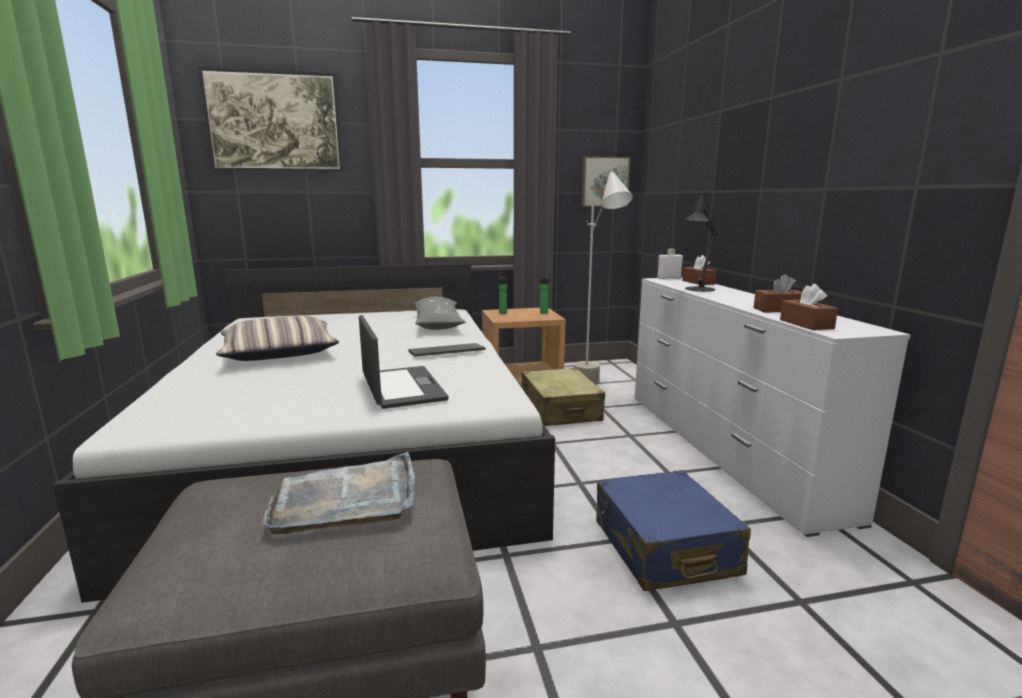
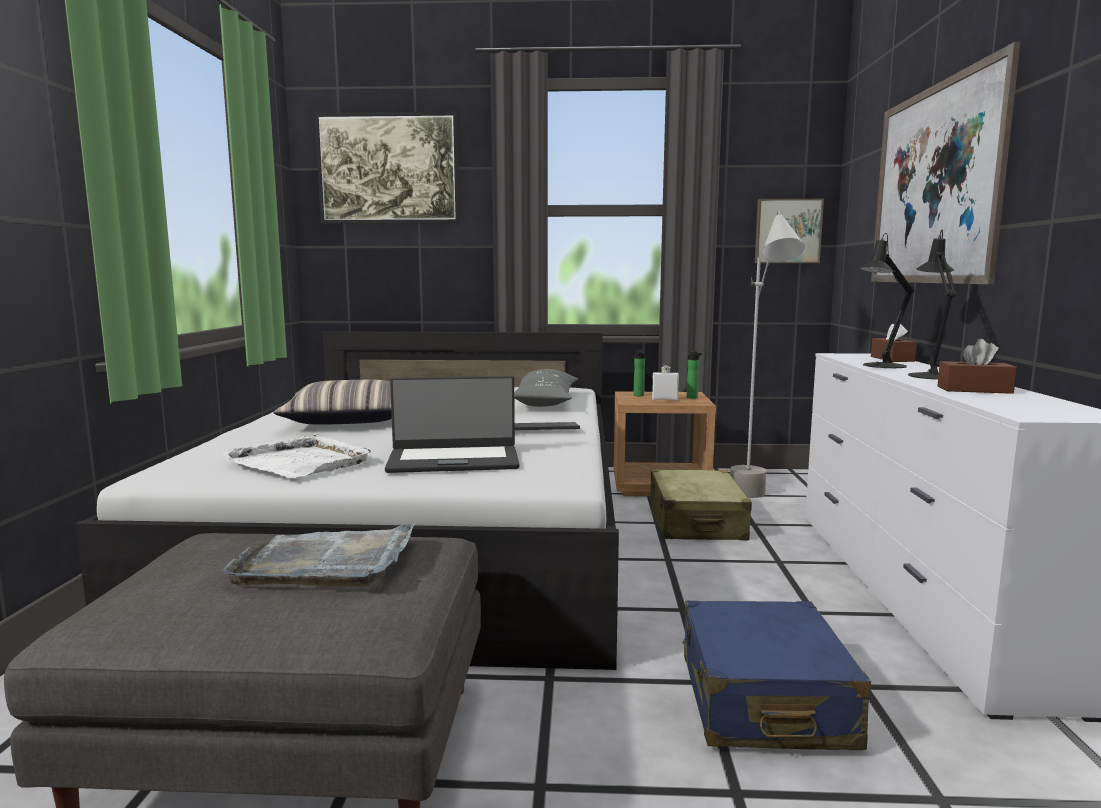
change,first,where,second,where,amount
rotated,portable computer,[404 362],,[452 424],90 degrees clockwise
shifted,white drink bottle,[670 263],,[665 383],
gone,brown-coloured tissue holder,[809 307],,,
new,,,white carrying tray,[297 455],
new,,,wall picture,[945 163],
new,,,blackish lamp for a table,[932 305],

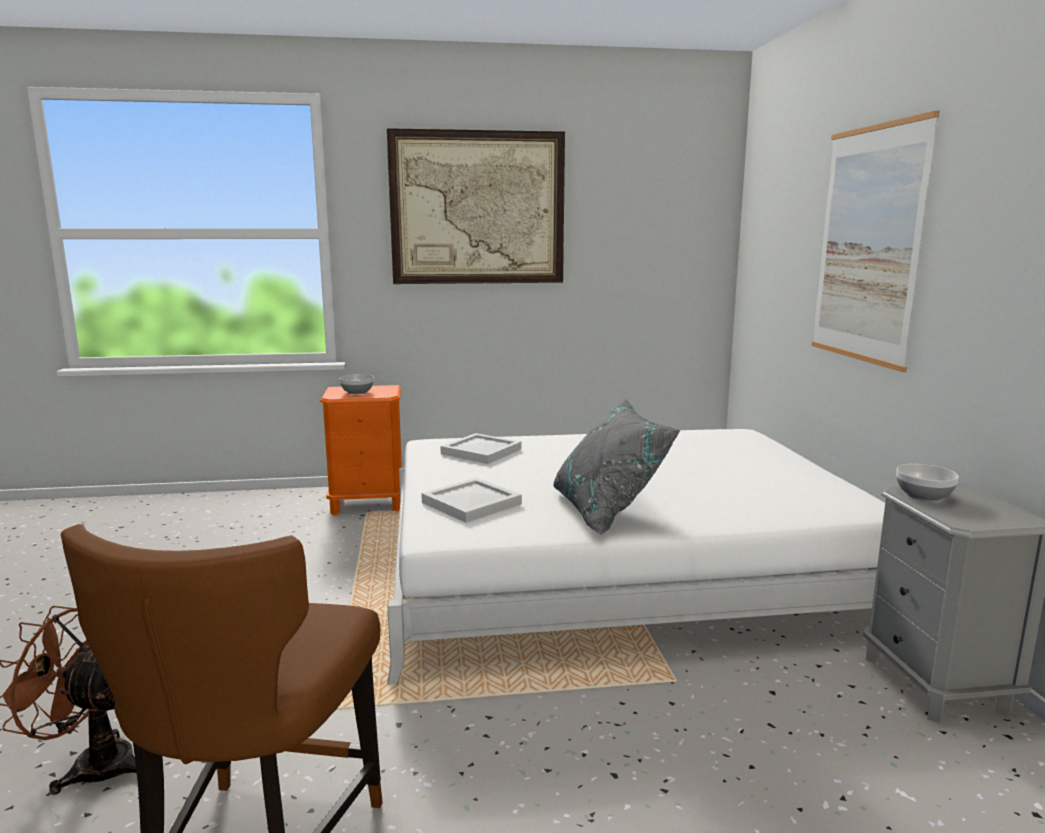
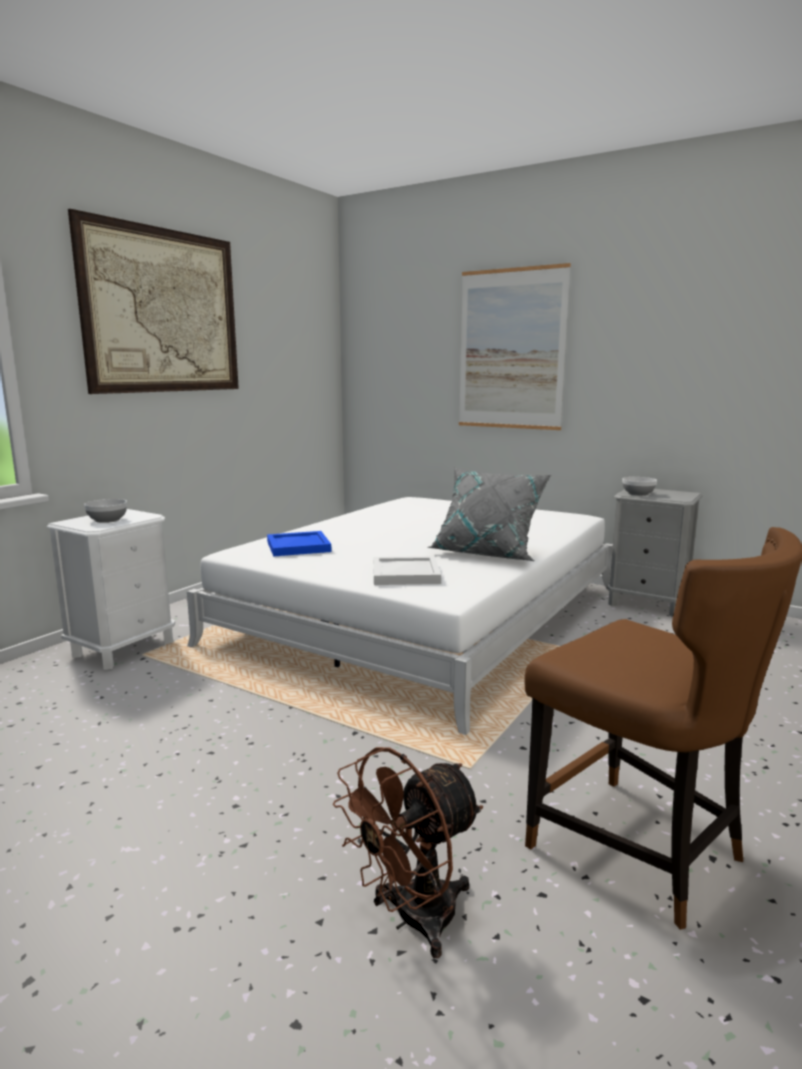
change,first,where,second,where,amount
repainted,orange-coloured night table,[361 450],white night table,[111 589],
repainted,white carrying tray,[481 448],blue carrying tray,[299 544],

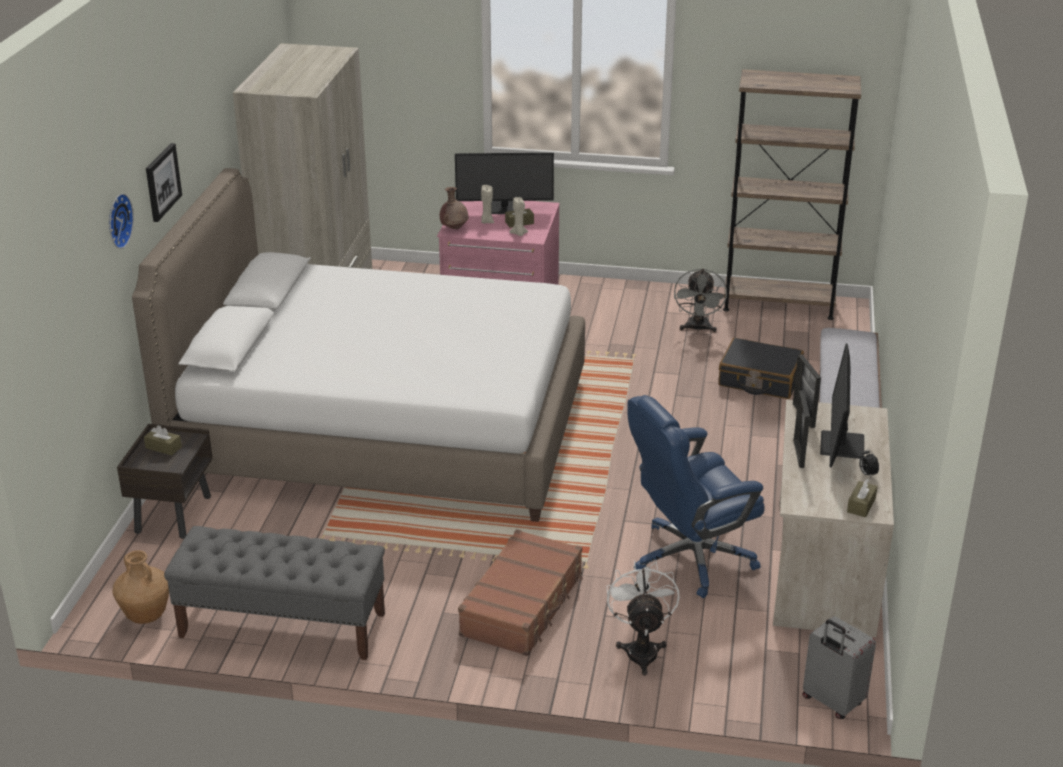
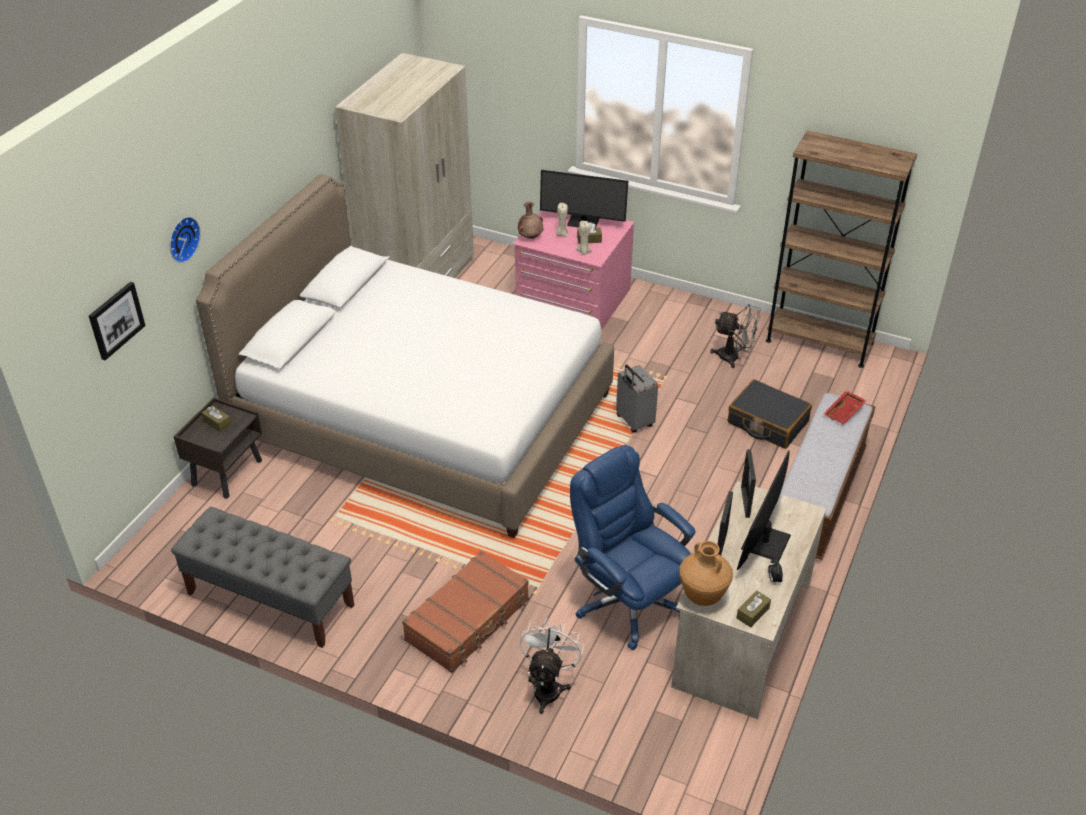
change,first,where,second,where,amount
shifted,brown-coloured flower vase,[140 587],,[706 573],
shifted,wall picture,[164 182],,[117 321],
rotated,blue computer chair,[696 496],,[632 547],60 degrees clockwise
rotated,gray cooling fan,[700 300],,[735 336],90 degrees counterclockwise
shifted,gray suitcase,[839 667],,[637 399],
new,,,red-coloured carrying tray,[845 407],

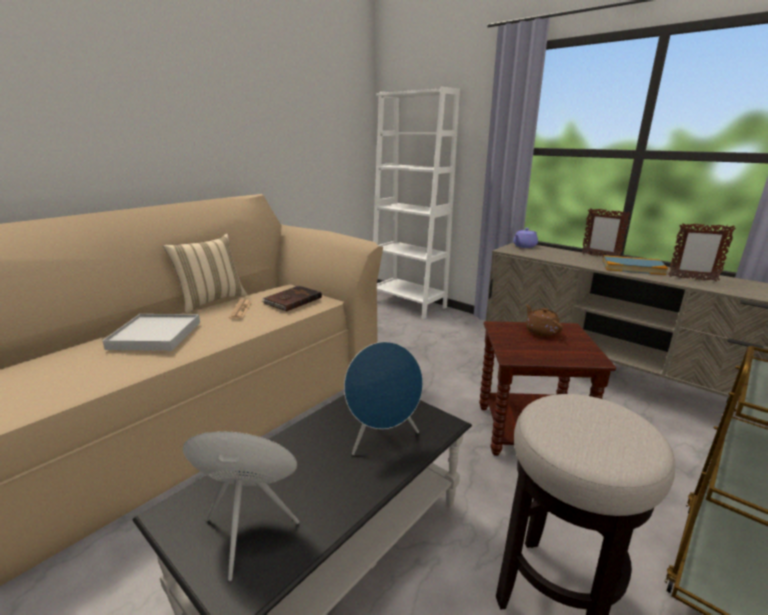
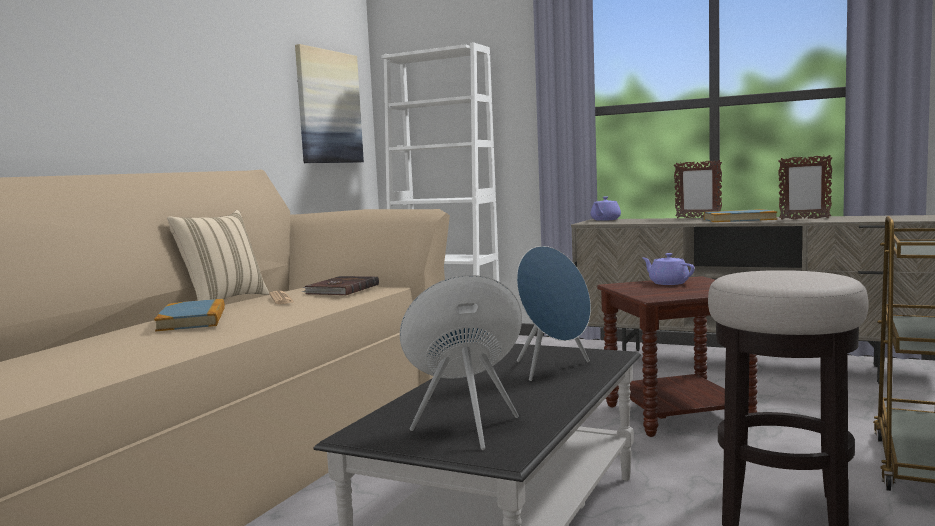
change,first,where,second,where,amount
swapped,white carrying tray,[151 332],book,[189 315],
repainted,brown-coloured teapot,[544 320],purple teapot,[668 269],
new,,,wall picture,[329 103],

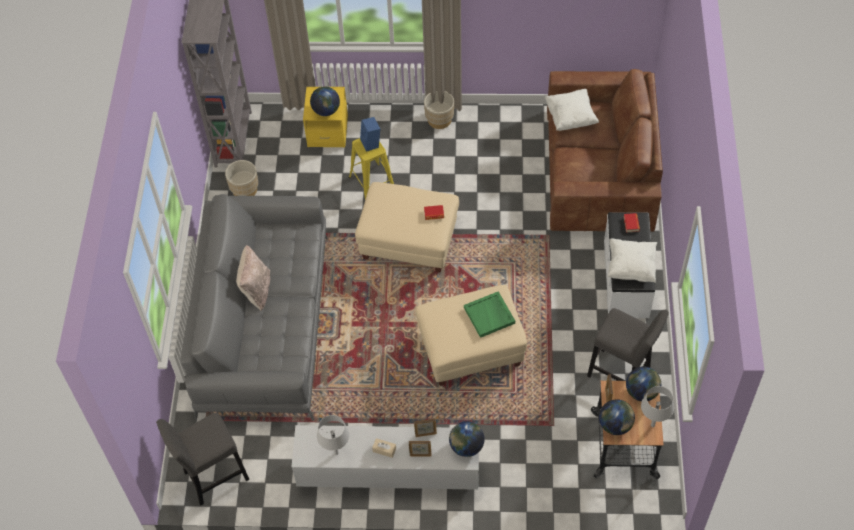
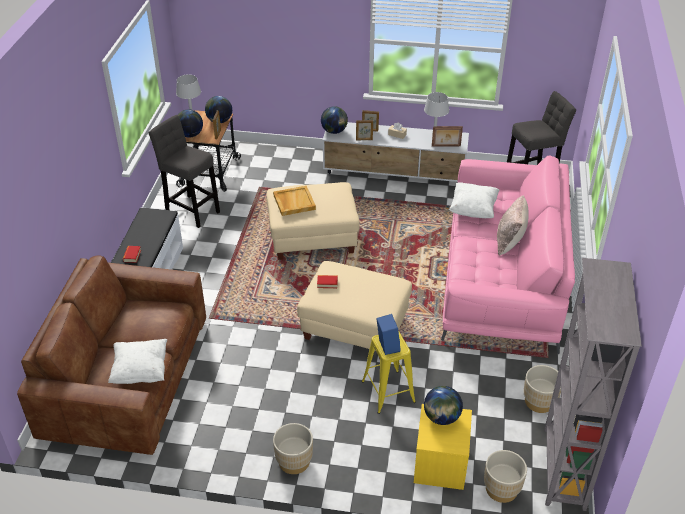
change,first,where,second,where,amount
repainted,gray couch,[254 307],pink couch,[508 255],
repainted,greenish carrying tray,[489 314],beige carrying tray,[294 201],
shifted,white throw pillow,[632 260],,[474 200],
new,,,standing frame,[447 136],
new,,,beige planter,[505 476],

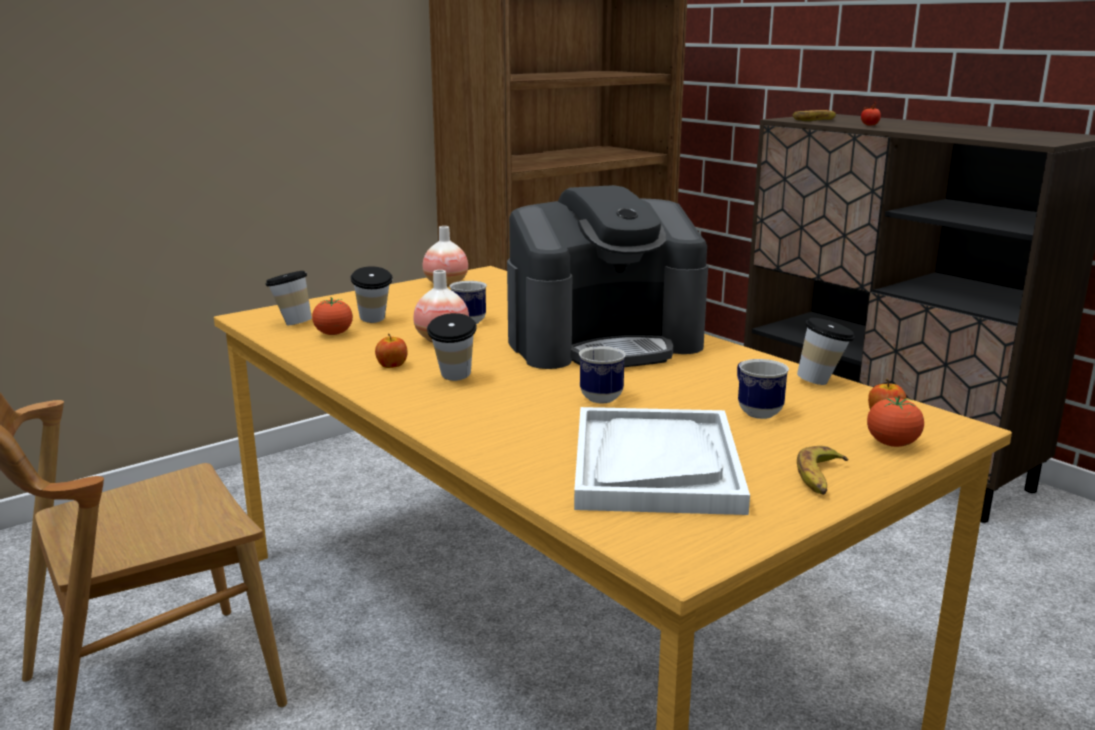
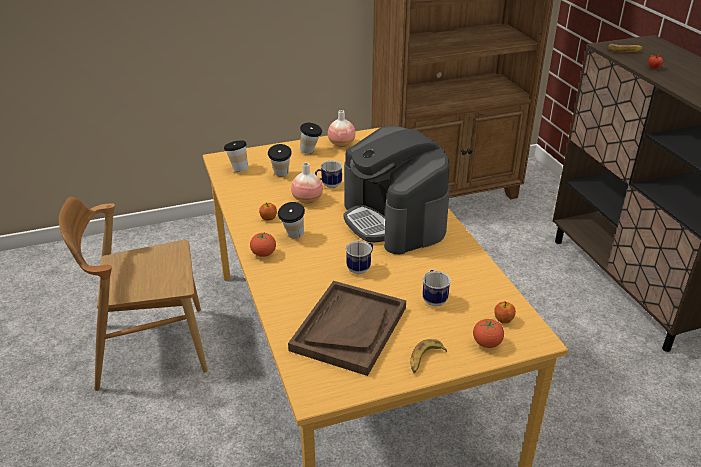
change,first,where,second,where,amount
shifted,whole tomato,[332 316],,[263 244],
rotated,coffee maker,[607 277],,[397 190],60 degrees clockwise
repainted,white carrying tray,[662 461],brown-coloured carrying tray,[347 328],
shifted,cup,[826 351],,[311 138],

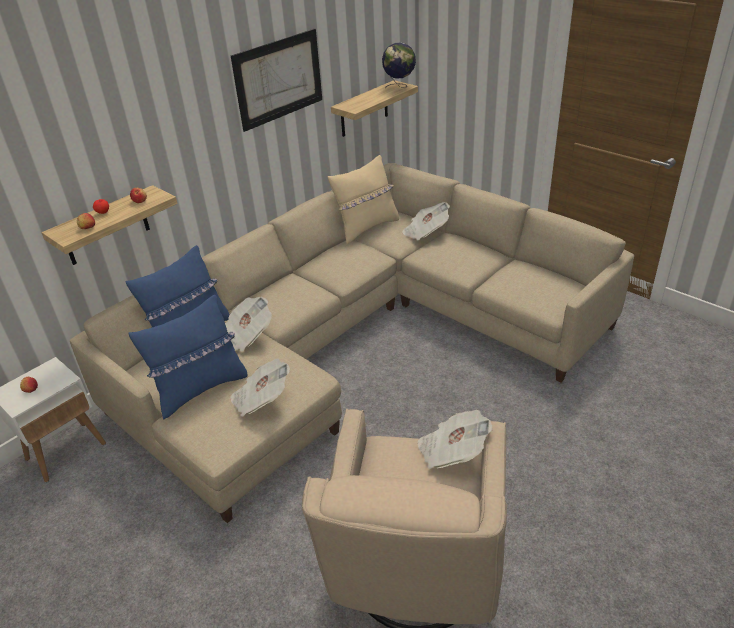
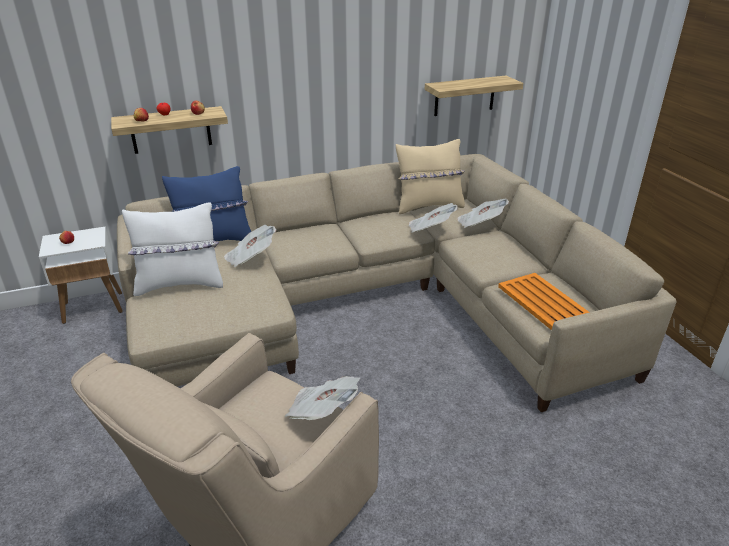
change,first,where,second,where,amount
repainted,blue throw pillow,[188 357],white throw pillow,[172 249],
shifted,newspaper,[260 388],,[433 218],
gone,wall picture,[276 80],,,
gone,globe,[399 65],,,
new,,,orange-coloured carrying tray,[544 301],

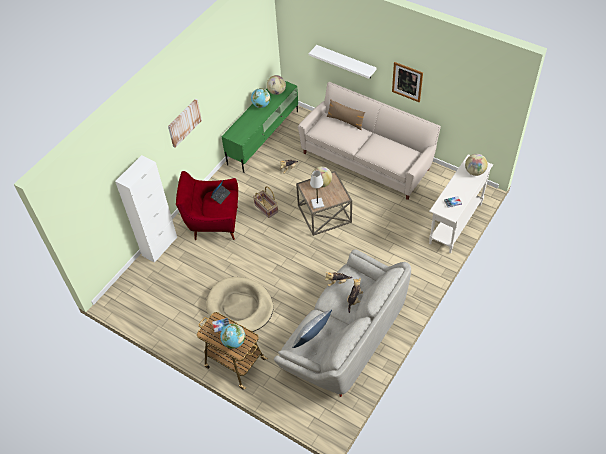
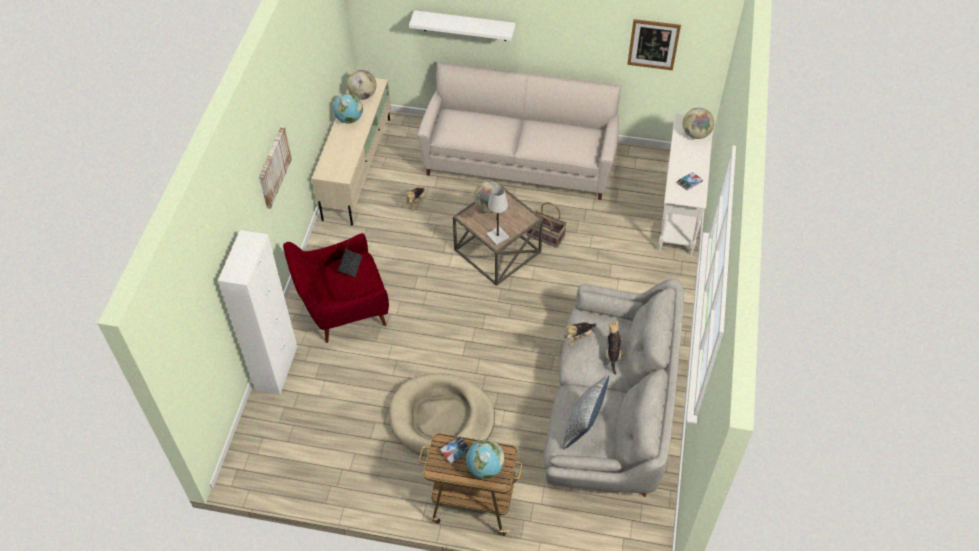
change,first,where,second,where,amount
repainted,greenish media console,[259 127],beige media console,[351 151],
shifted,basket,[265 202],,[547 225],
gone,brown-coloured throw pillow,[346 115],,,
shifted,wall picture,[407 82],,[654 44],

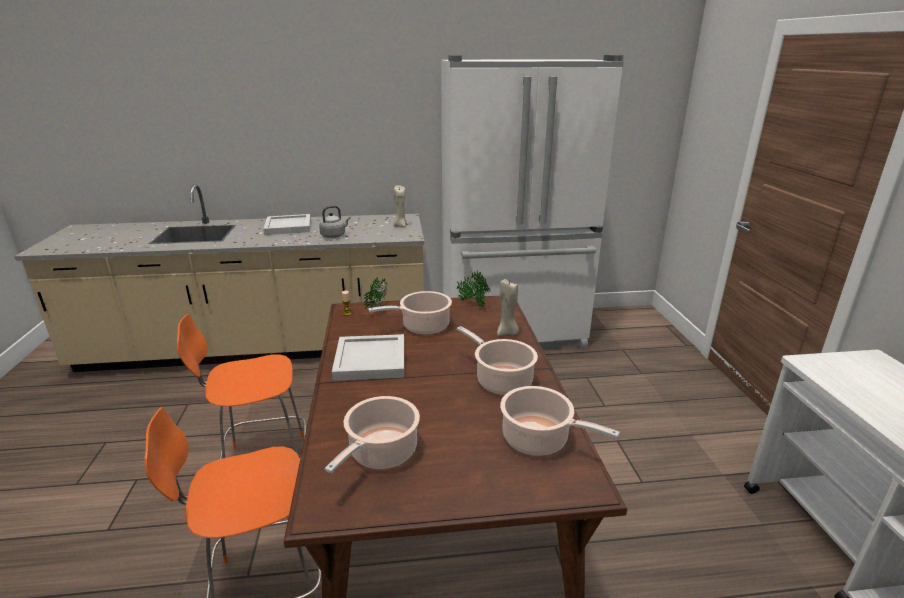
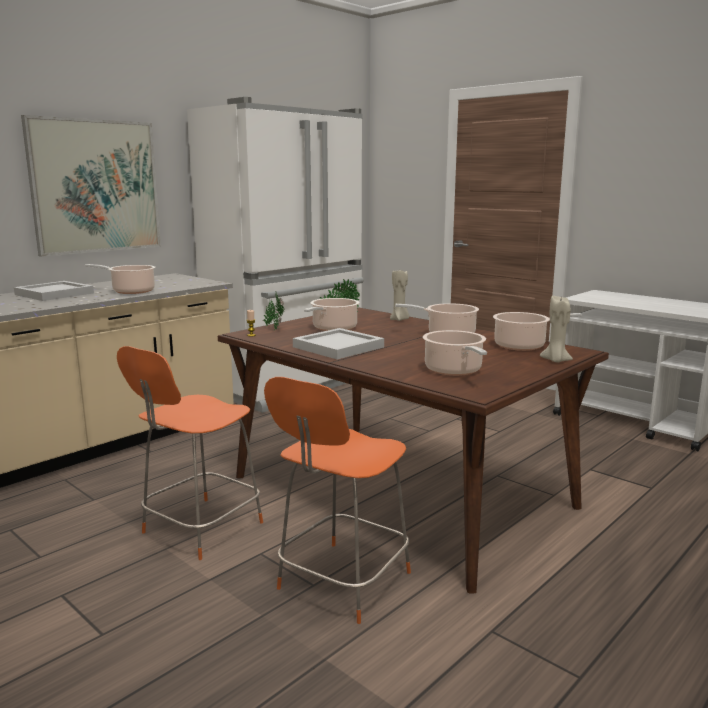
change,first,where,second,where,amount
swapped,gray water kettle,[335 222],cooking pot,[120 279],
shifted,beige candle,[400 206],,[556 329],
new,,,wall picture,[91 186],

